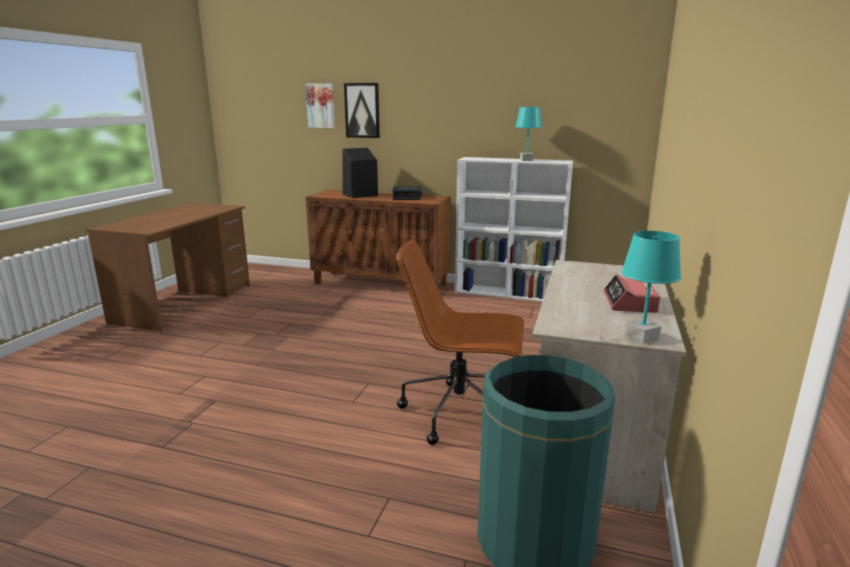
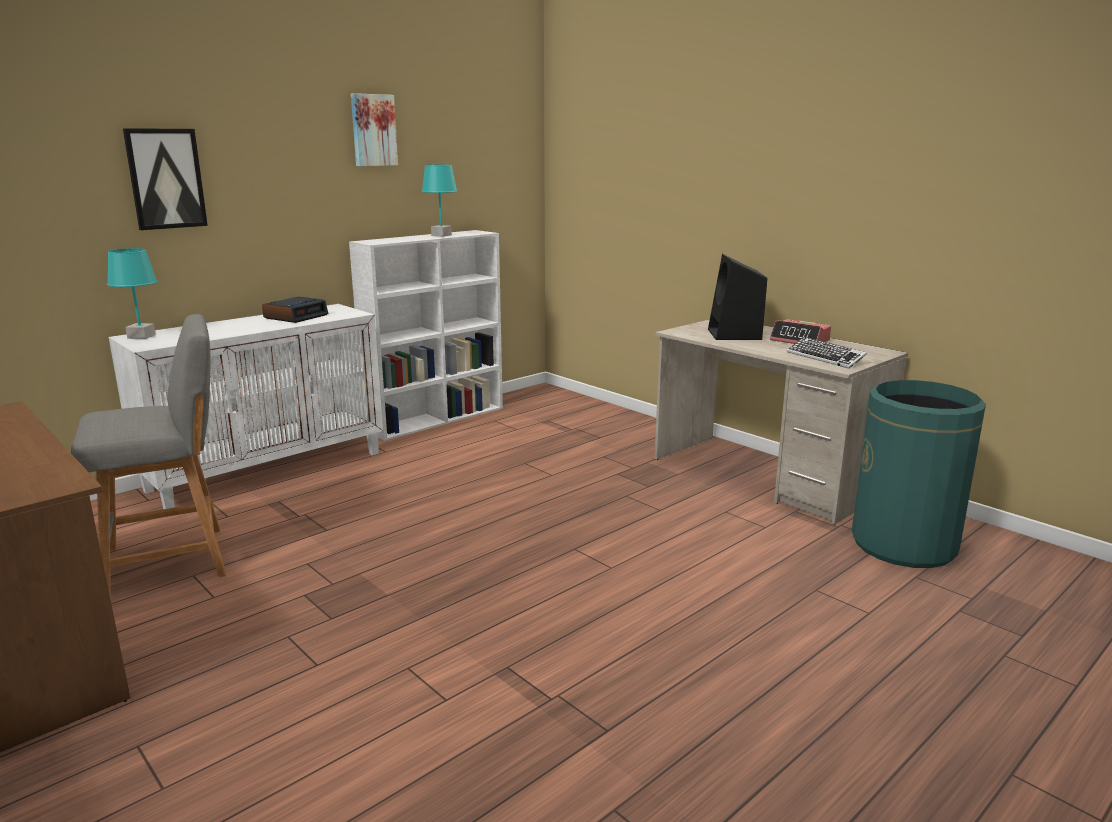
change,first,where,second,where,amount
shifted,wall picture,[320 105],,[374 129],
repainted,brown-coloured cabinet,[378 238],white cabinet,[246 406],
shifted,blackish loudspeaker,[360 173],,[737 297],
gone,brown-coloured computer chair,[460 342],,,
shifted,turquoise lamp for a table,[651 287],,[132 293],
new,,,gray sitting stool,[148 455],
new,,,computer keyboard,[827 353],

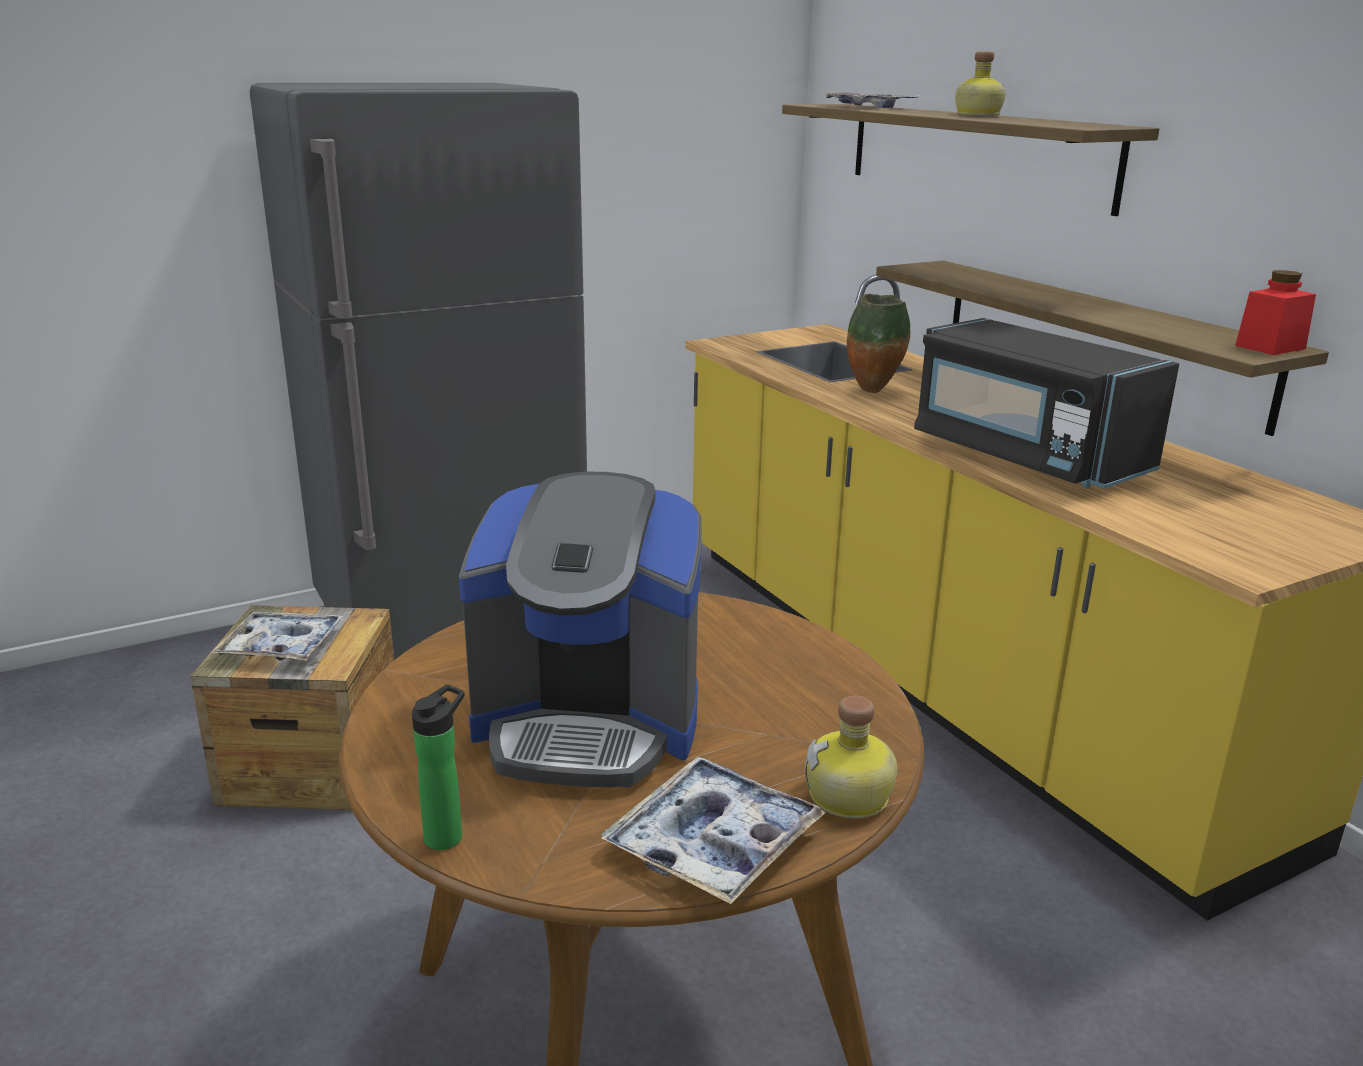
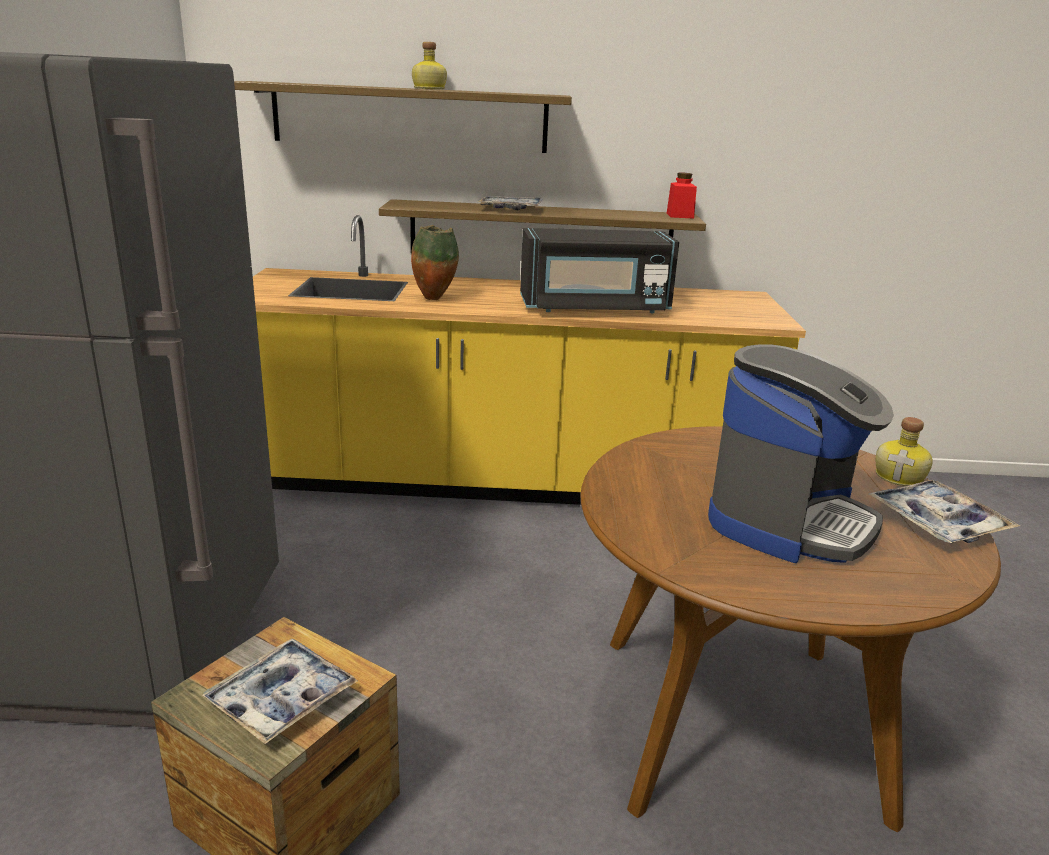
change,first,where,second,where,amount
gone,drink bottle,[438 767],,,
shifted,carrying tray,[874 100],,[510 203],

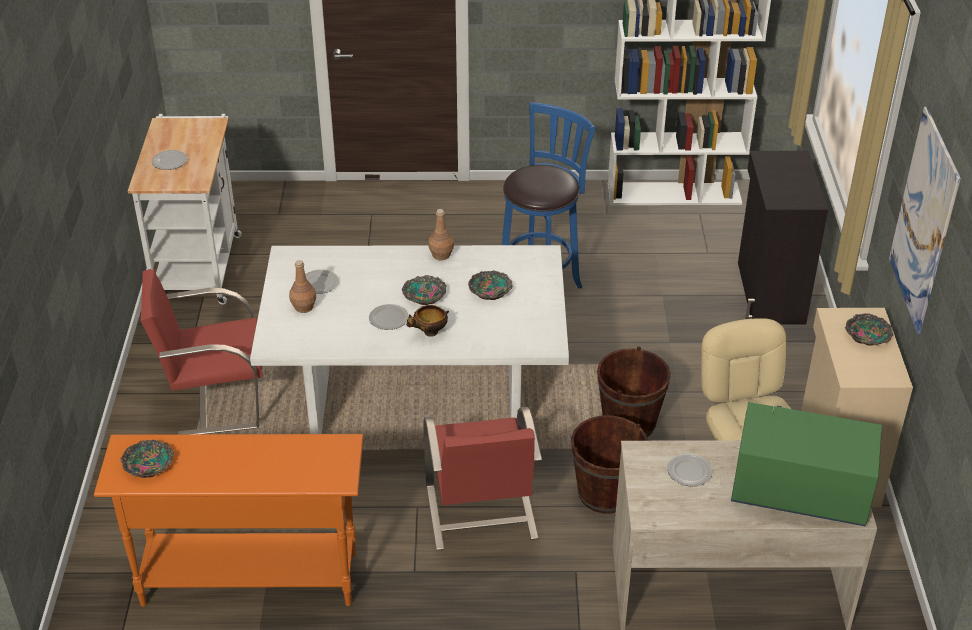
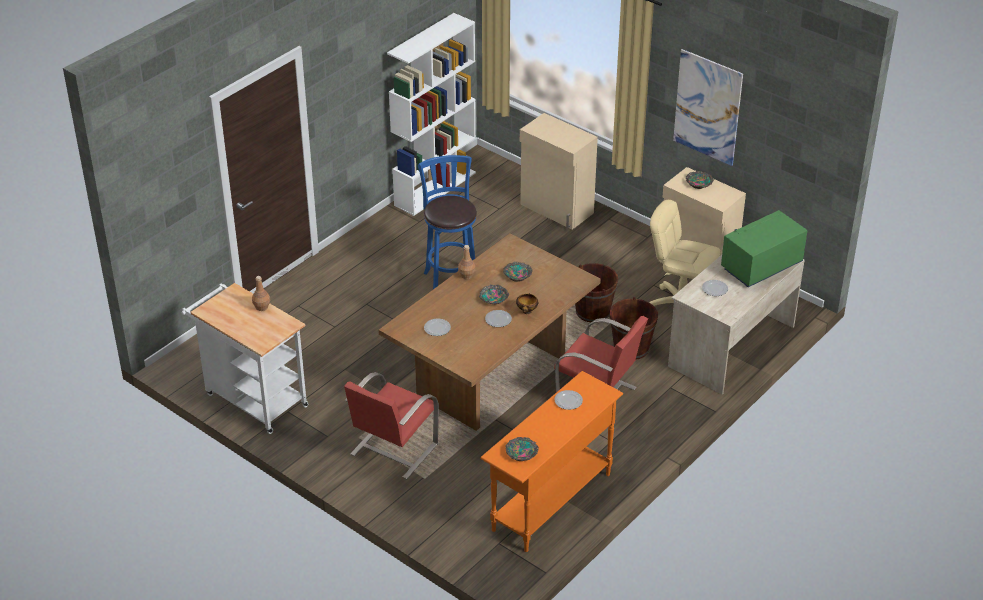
change,first,where,second,where,amount
shifted,flat dish,[170 160],,[568 400],
repainted,white dining table,[409 339],brown-coloured dining table,[490 332],
shifted,brown-coloured drink bottle,[302 286],,[261 293],
repainted,blackish cabinet,[783 238],beige cabinet,[559 171],

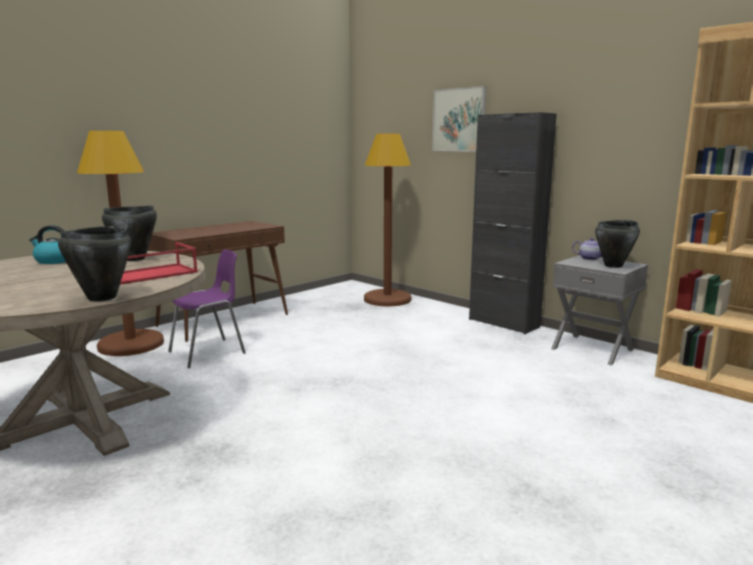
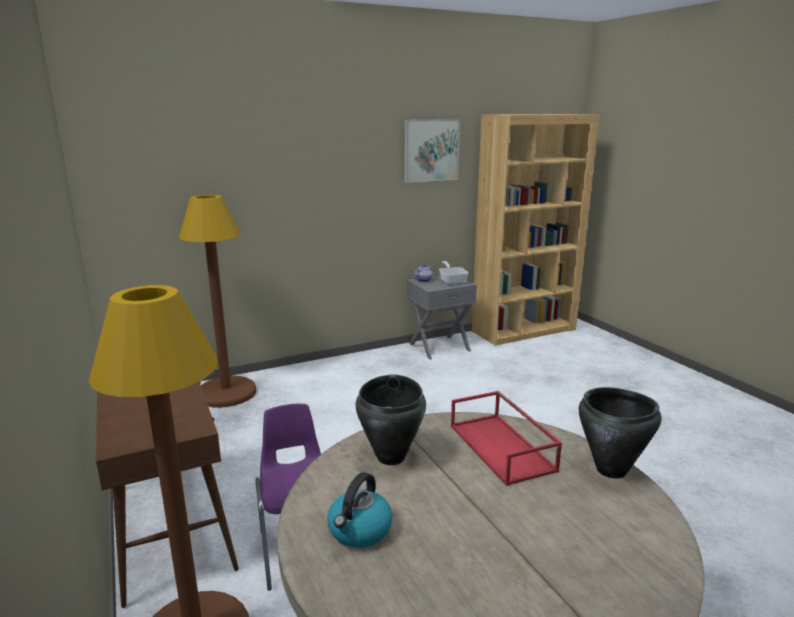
change,first,where,second,where,amount
shifted,wall picture,[459 119],,[432 151],
gone,blackish cabinet,[513 223],,,
swapped,blackish cooking pot,[617 244],skillet,[453 273],

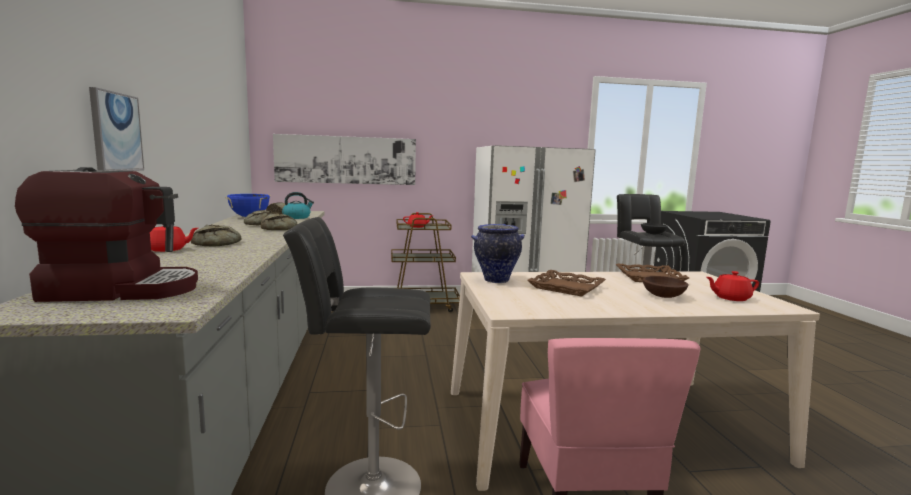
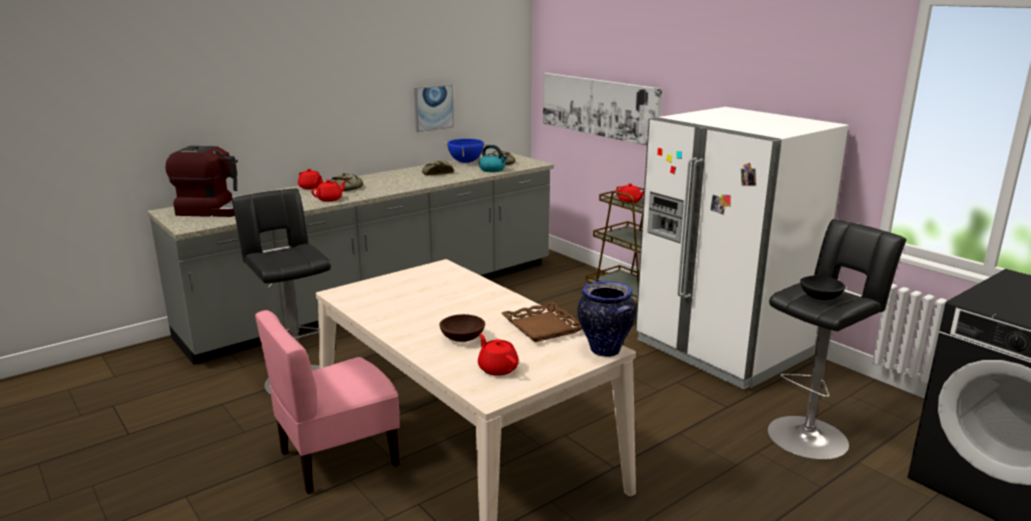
change,first,where,second,where,amount
rotated,coffee maker,[106 234],,[202 181],45 degrees counterclockwise
shifted,wall picture,[116 129],,[434 108],
gone,bakery bread,[279 221],,,
shifted,flower vase,[498 253],,[606 319],
gone,brown-coloured carrying tray,[566 283],,,
new,,,red-coloured teapot,[329 190],

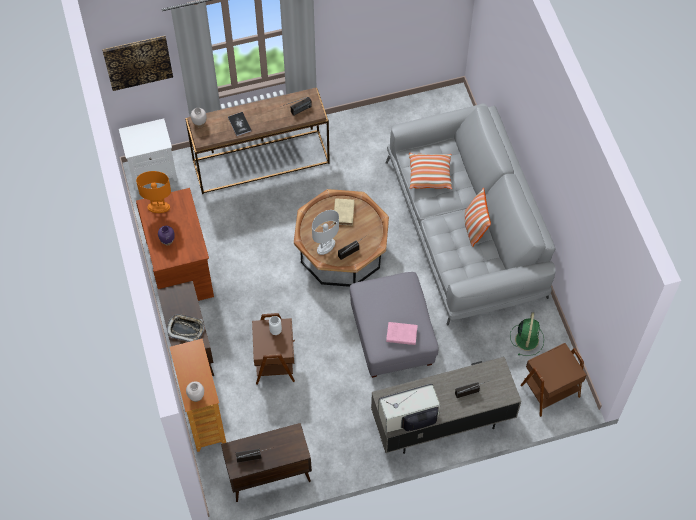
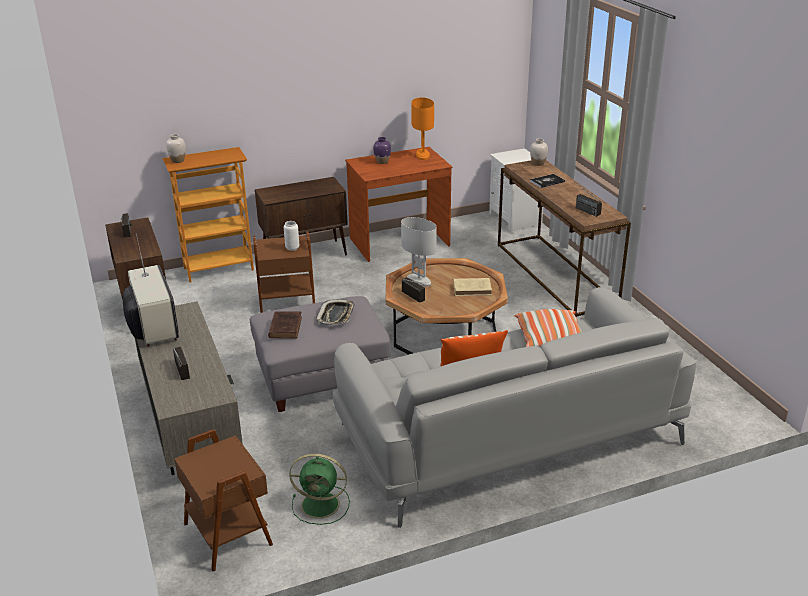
change,first,where,second,where,amount
gone,wall picture,[137 63],,,
shifted,carrying tray,[185 328],,[335 312],
repainted,pink book,[402 333],brown-coloured book,[285 325],

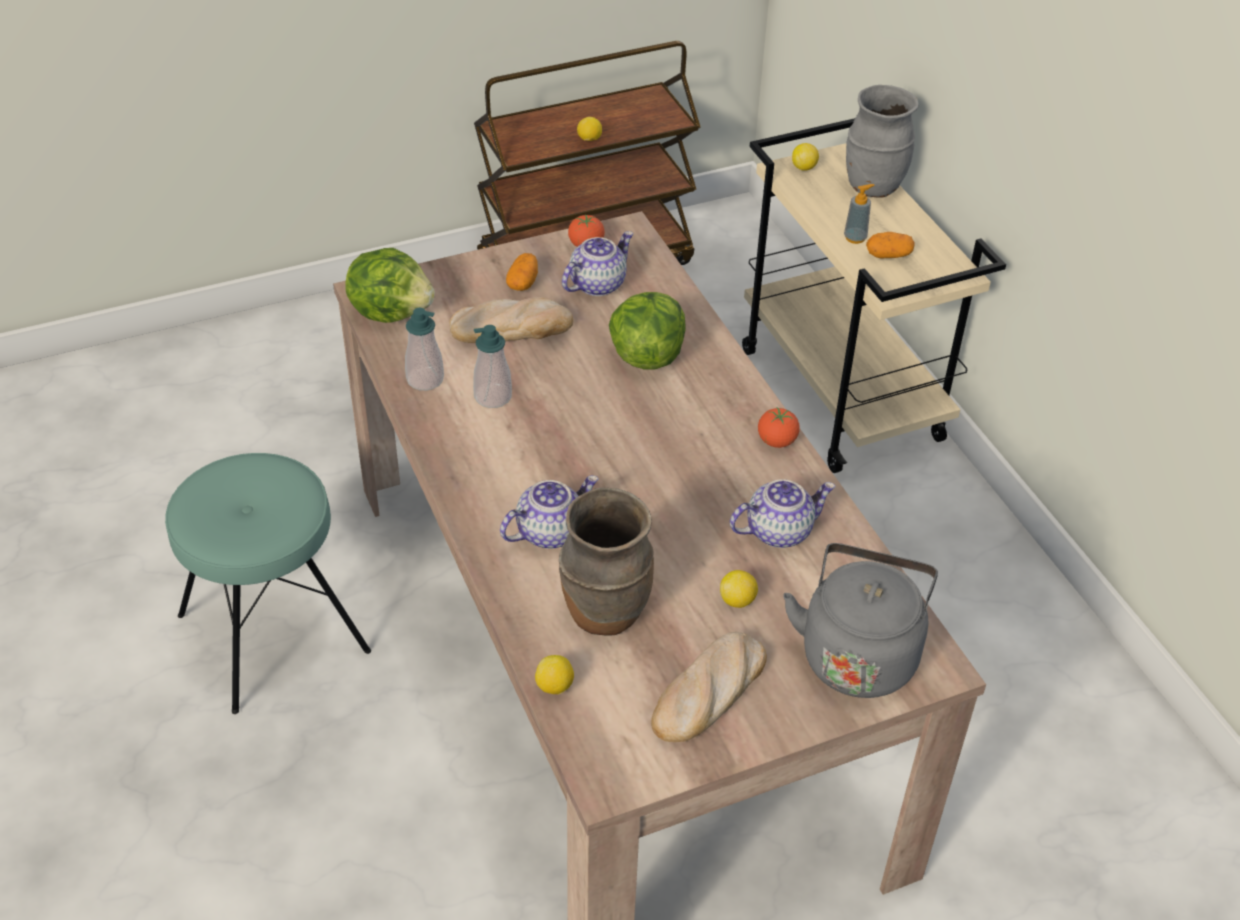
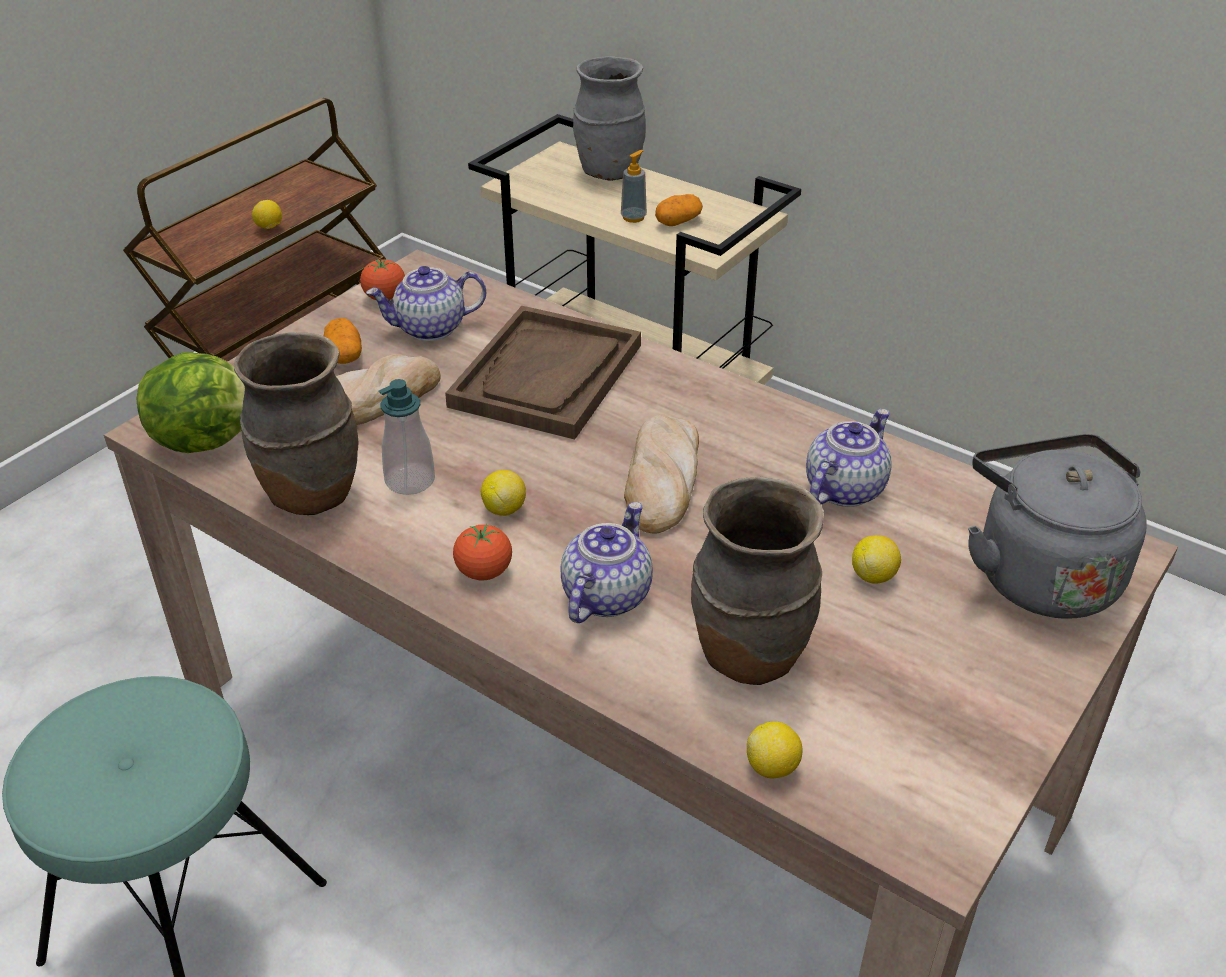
change,first,where,second,where,amount
swapped,soap dispenser,[424 349],brown-coloured flower vase,[296 423],
rotated,teapot,[598 263],,[426 303],120 degrees counterclockwise
swapped,head of lettuce,[647 331],brown-coloured carrying tray,[543 372],
shifted,bakery bread,[709 687],,[661 474],
shifted,whole tomato,[779 427],,[482 552],
shifted,citrus fruit,[805 157],,[503 493],

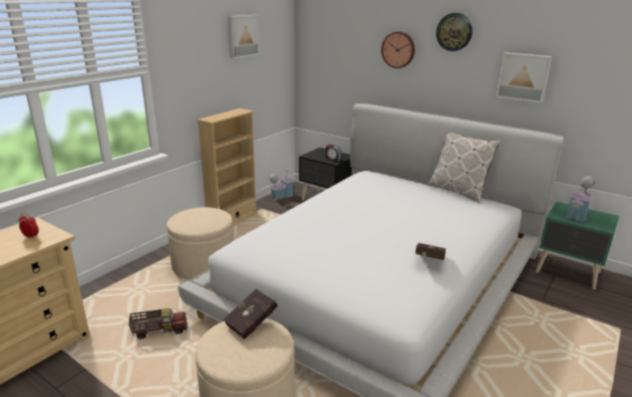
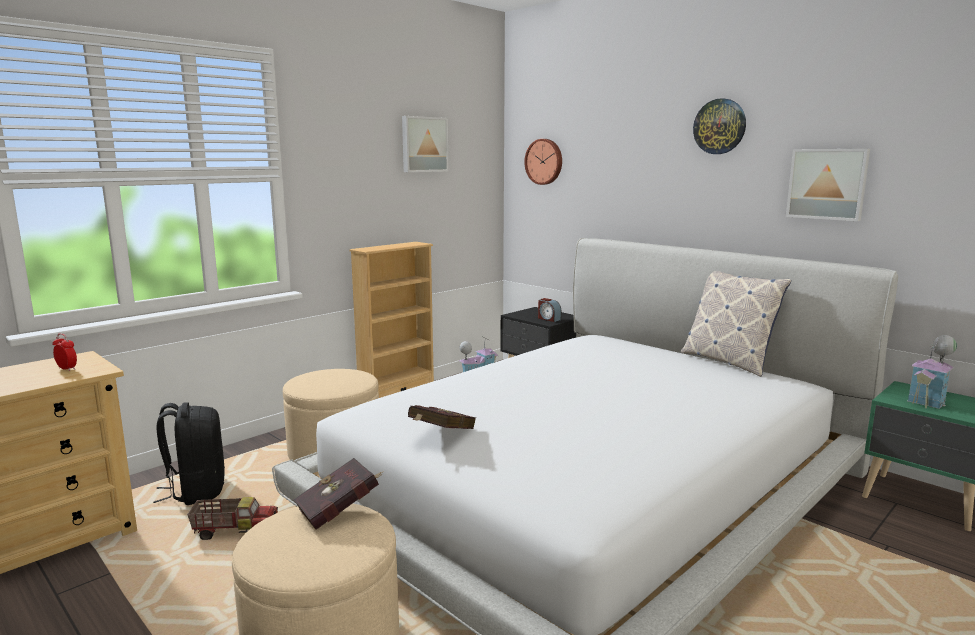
change,first,where,second,where,amount
shifted,wall clock,[398 49],,[543 162],
shifted,red-coloured book,[430 251],,[442 417],
new,,,blackish backpack,[189 453],

